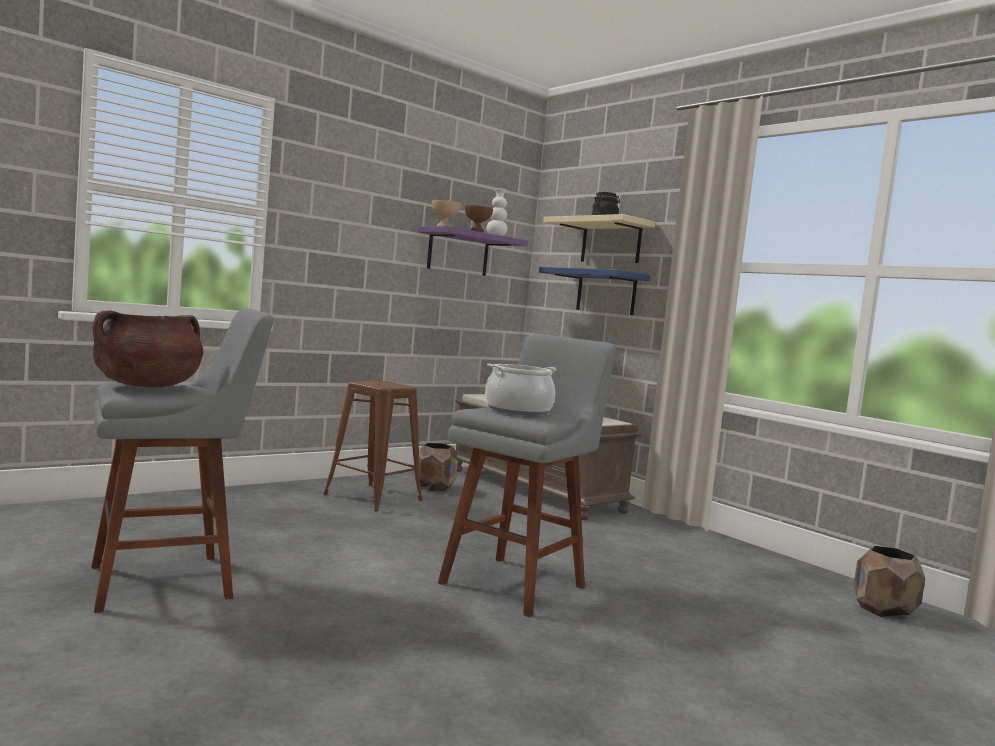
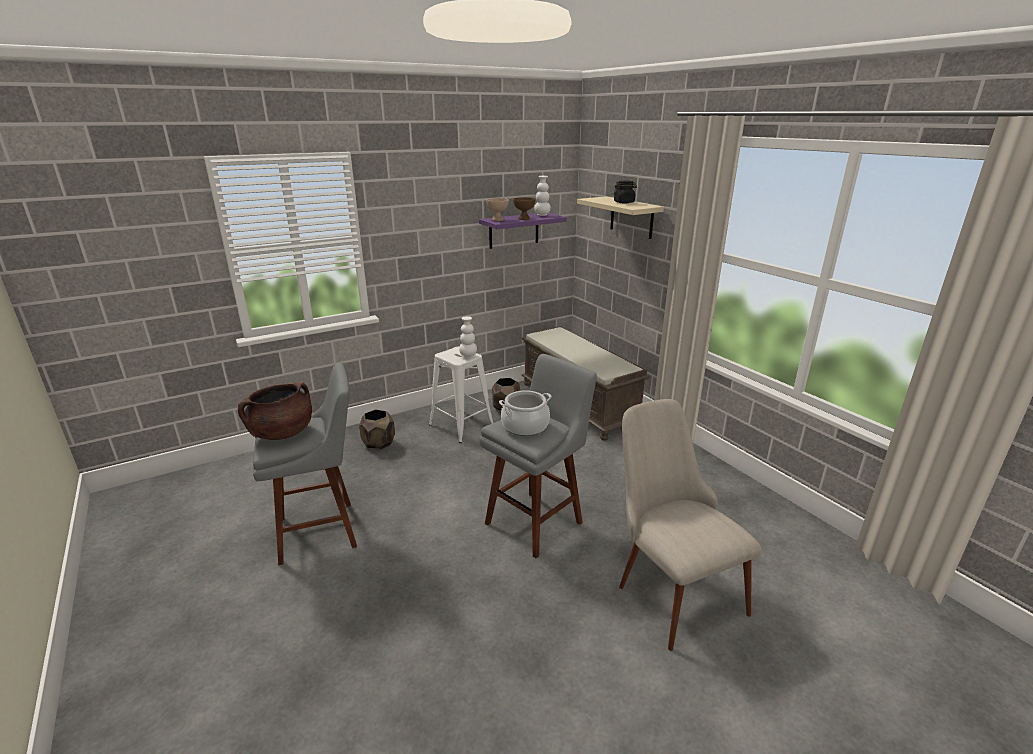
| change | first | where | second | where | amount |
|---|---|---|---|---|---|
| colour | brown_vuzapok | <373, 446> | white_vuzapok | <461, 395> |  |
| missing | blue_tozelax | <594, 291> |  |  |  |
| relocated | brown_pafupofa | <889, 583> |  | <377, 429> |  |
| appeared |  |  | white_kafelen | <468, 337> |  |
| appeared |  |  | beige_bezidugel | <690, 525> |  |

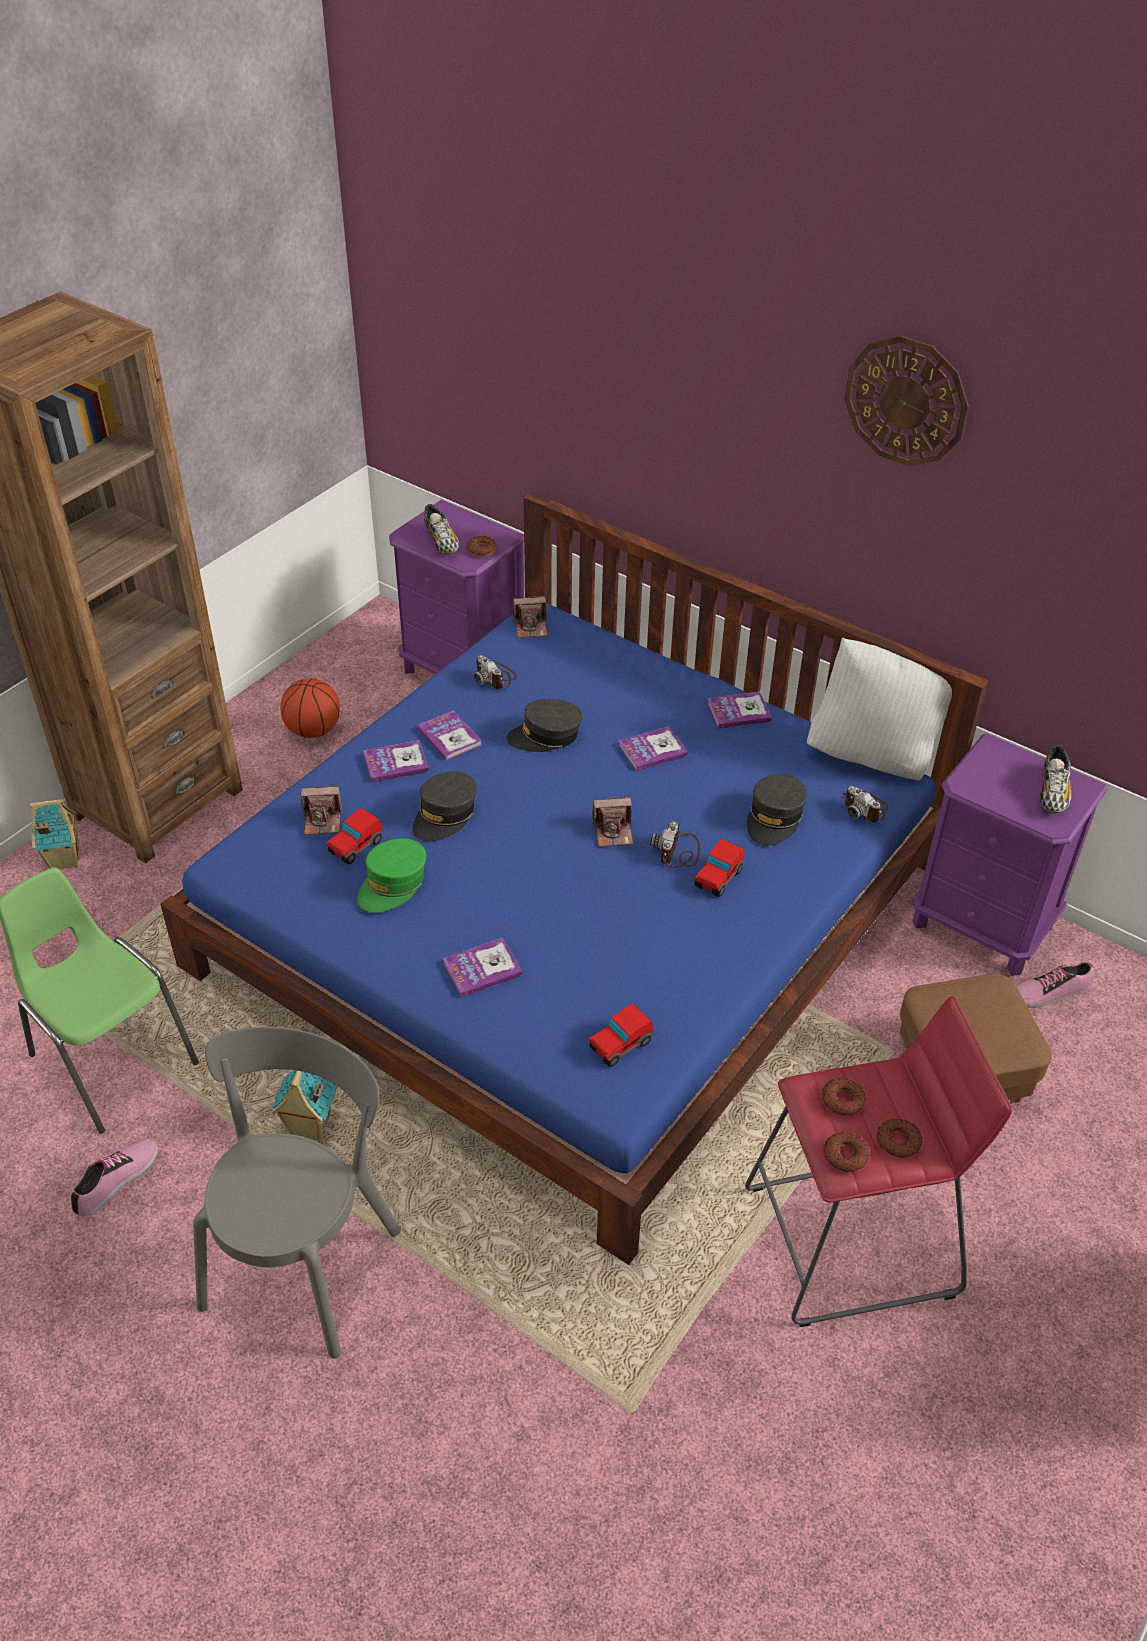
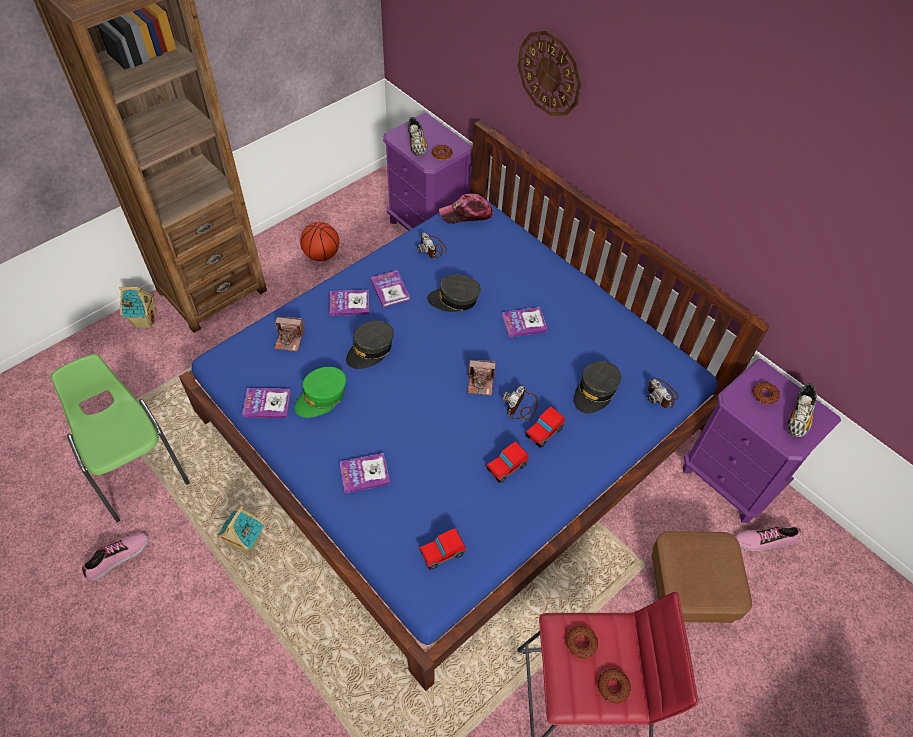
| change | first | where | second | where | amount |
|---|---|---|---|---|---|
| missing | grey_bezidugel | <297, 1193> |  |  |  |
| relocated | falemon | <354, 836> |  | <507, 462> |  |
| exchanged | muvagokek | <530, 616> | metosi | <466, 209> |  |
| relocated | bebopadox | <740, 710> |  | <266, 403> |  |
| missing | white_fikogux | <879, 708> |  |  |  |
| relocated | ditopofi | <846, 1152> |  | <766, 393> |  |
| relocated | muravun | <906, 401> |  | <549, 73> |  |

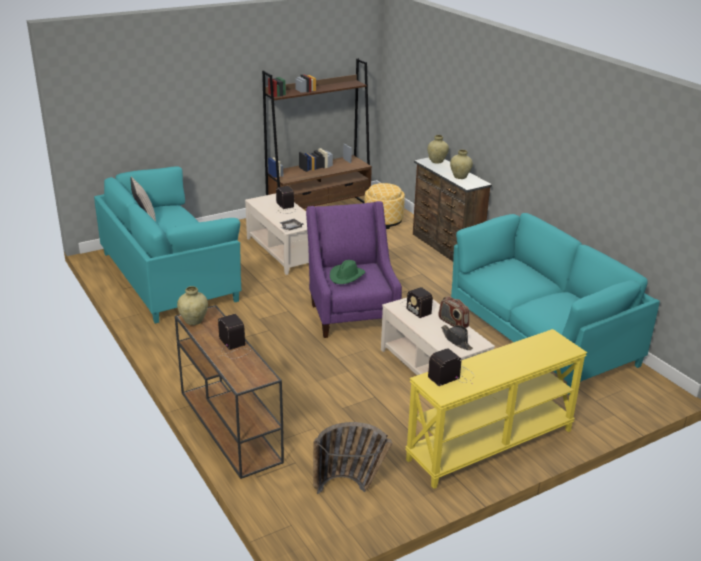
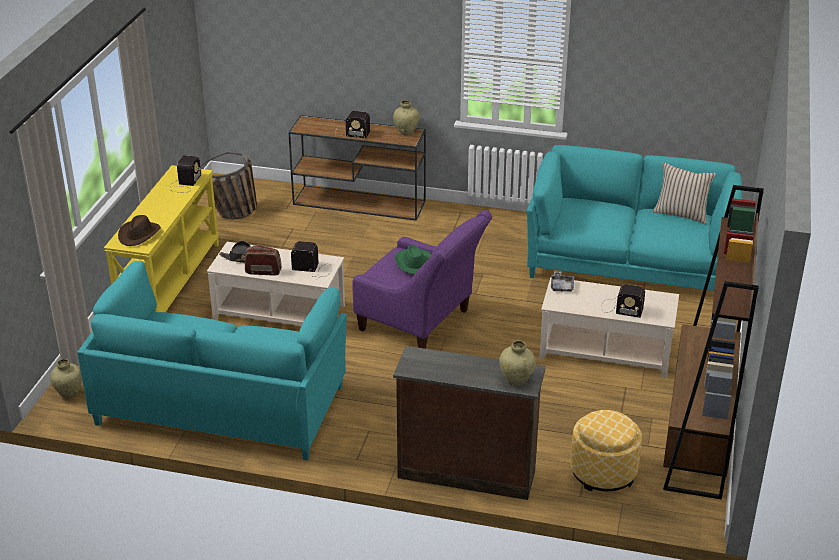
| change | first | where | second | where | amount |
|---|---|---|---|---|---|
| relocated | beige_kafelen | <461, 164> |  | <66, 378> |  |
| appeared |  |  | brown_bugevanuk | <139, 230> |  |

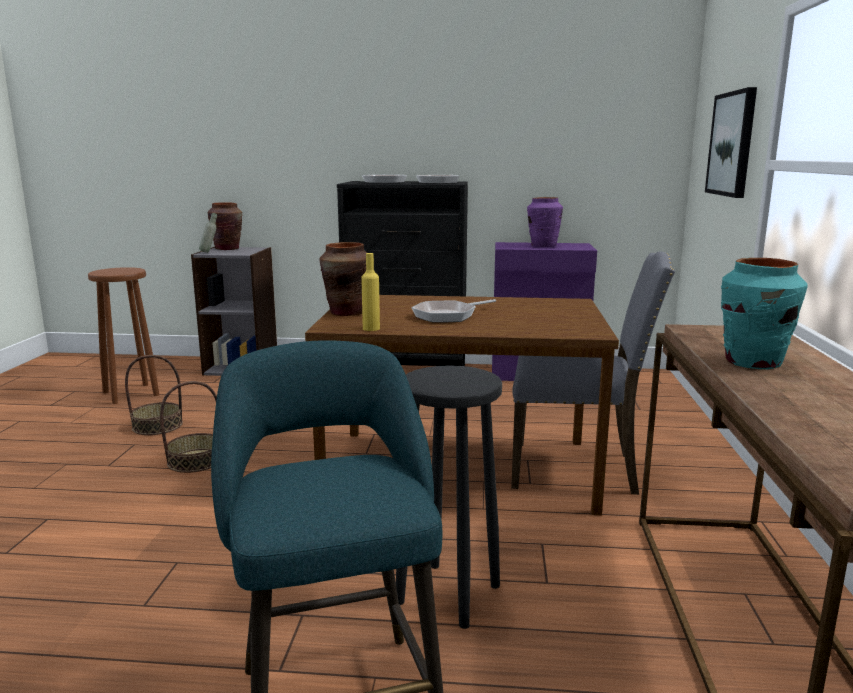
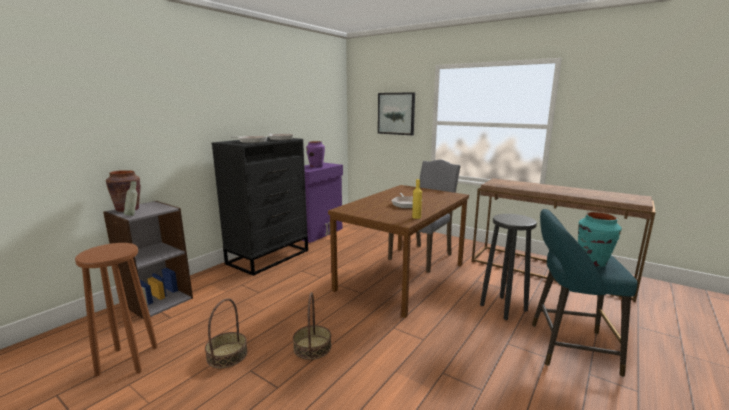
| change | first | where | second | where | amount |
|---|---|---|---|---|---|
| missing | brown_kafelen | <343, 279> |  |  |  |
| relocated | turquoise_kafelen | <764, 313> |  | <600, 239> |  |

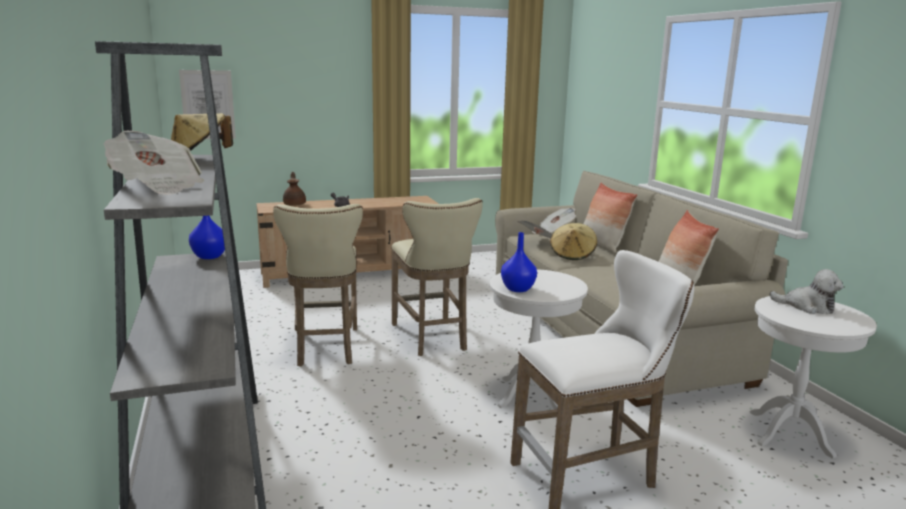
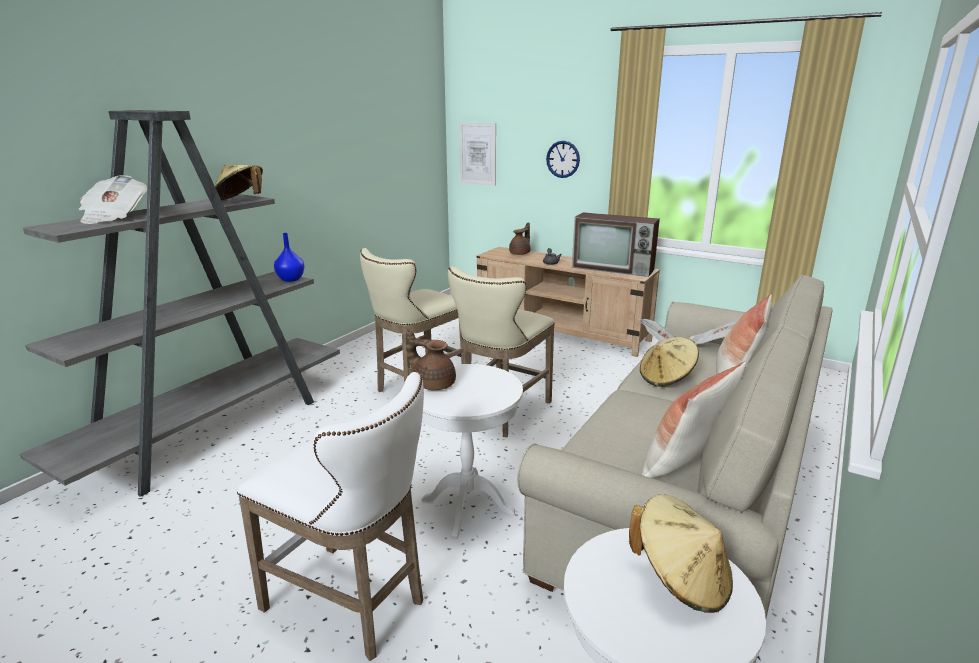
| change | first | where | second | where | amount |
|---|---|---|---|---|---|
| exchanged | blue_kafelen | <519, 262> | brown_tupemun | <431, 359> |  |
| exchanged | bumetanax | <807, 291> | beige_bugevanuk | <681, 553> |  |
| appeared |  |  | muravun | <563, 159> |  |
| appeared |  |  | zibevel | <616, 244> |  |

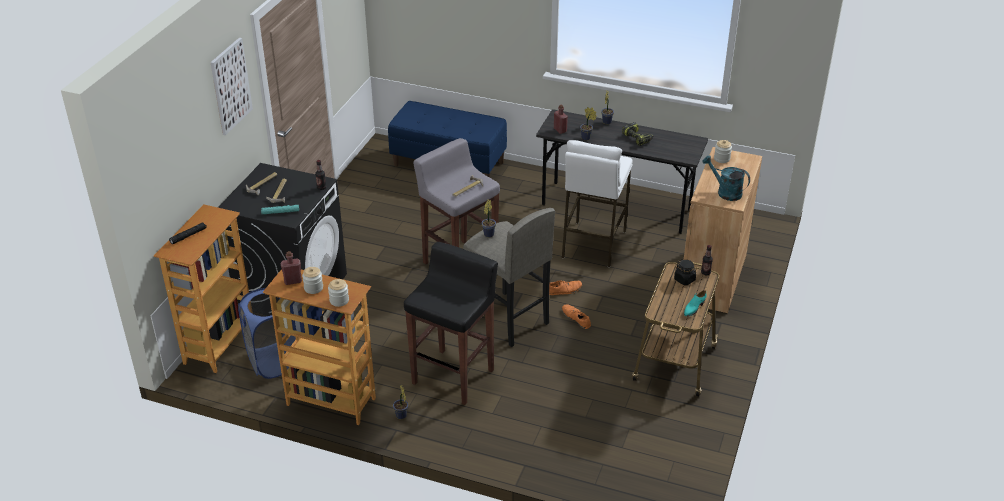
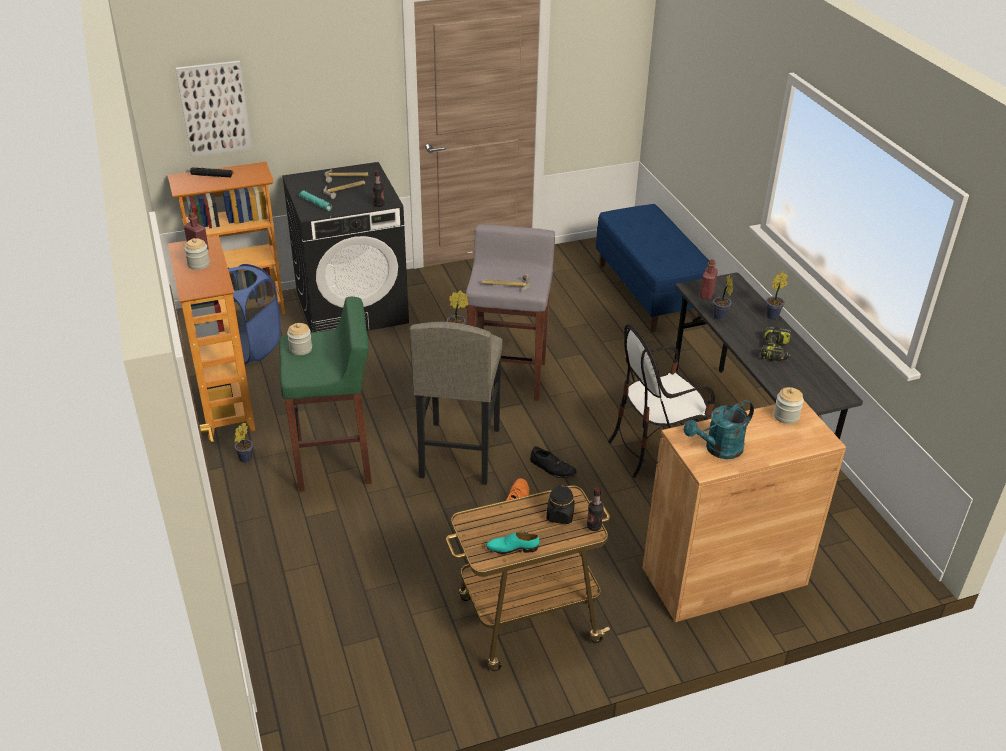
| change | first | where | second | where | amount |
|---|---|---|---|---|---|
| relocated | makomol | <231, 86> |  | <213, 109> |  |
| relocated | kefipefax | <338, 293> |  | <299, 339> |  |
| colour | black_vuzapok | <451, 323> | green_vuzapok | <325, 394> |  |
| colour | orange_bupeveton | <565, 287> | black_bupeveton | <553, 462> |  |
| exchanged | white_vuzapok | <597, 203> | bezidugel | <661, 401> |  |
| spun | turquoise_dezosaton | <726, 178> |  | <719, 429> | 120 degrees counterclockwise |

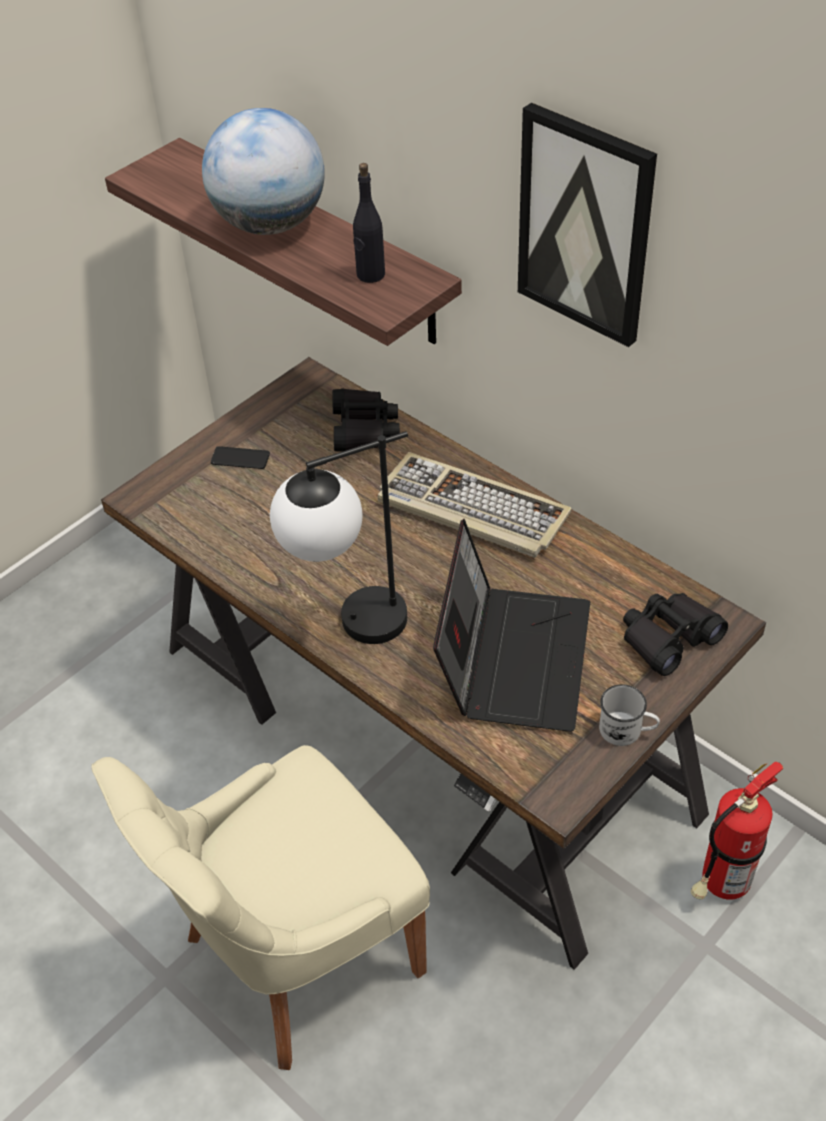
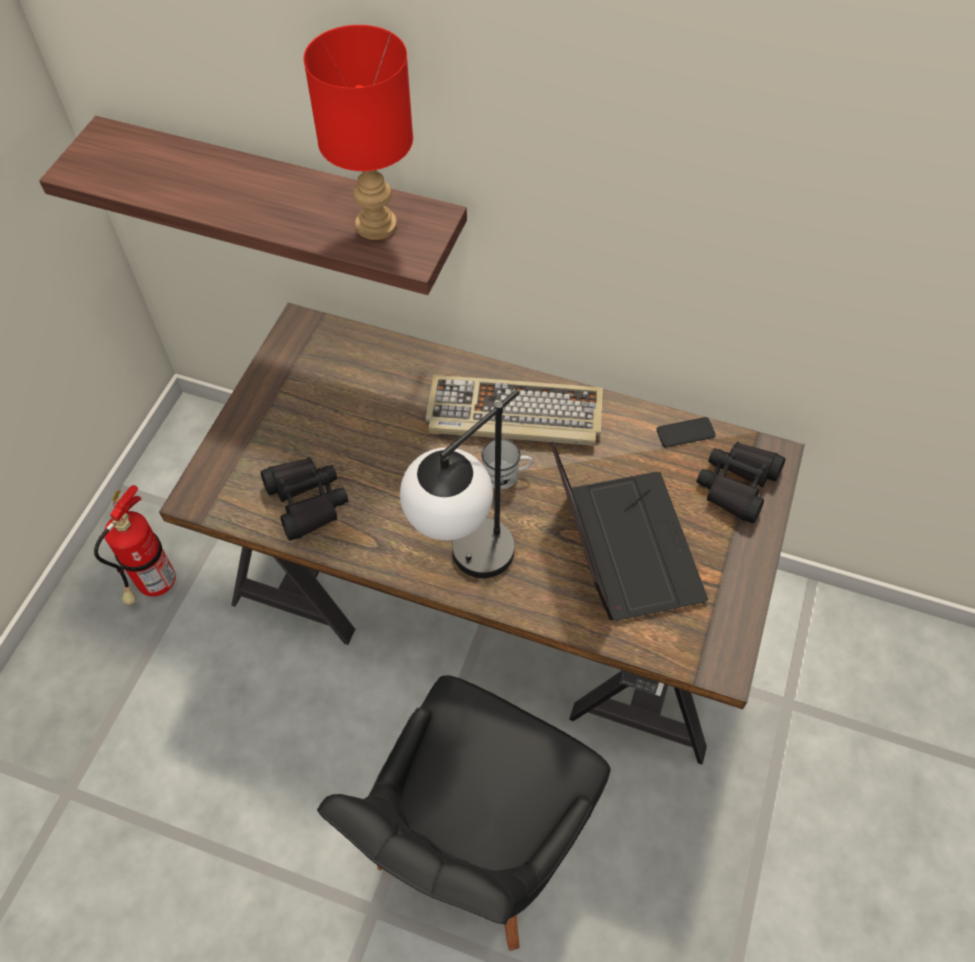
| change | first | where | second | where | amount |
|---|---|---|---|---|---|
| colour | beige_bezidugel | <260, 907> | black_bezidugel | <464, 813> |  |
| missing | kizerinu | <263, 171> |  |  |  |
| relocated | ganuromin | <240, 457> |  | <686, 432> |  |
| relocated | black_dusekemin | <366, 420> |  | <304, 499> |  |
| exchanged | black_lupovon | <369, 223> | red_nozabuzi | <358, 132> |  |
| missing | makomol | <587, 225> |  |  |  |
| relocated | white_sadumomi | <629, 715> |  | <507, 464> |  |
| relocated | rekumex | <737, 831> |  | <135, 545> |  |

